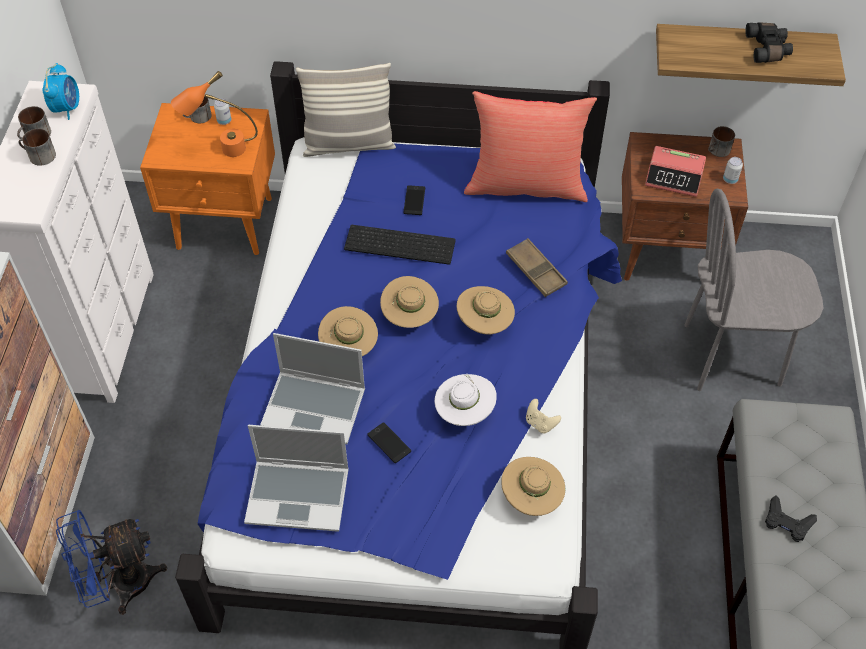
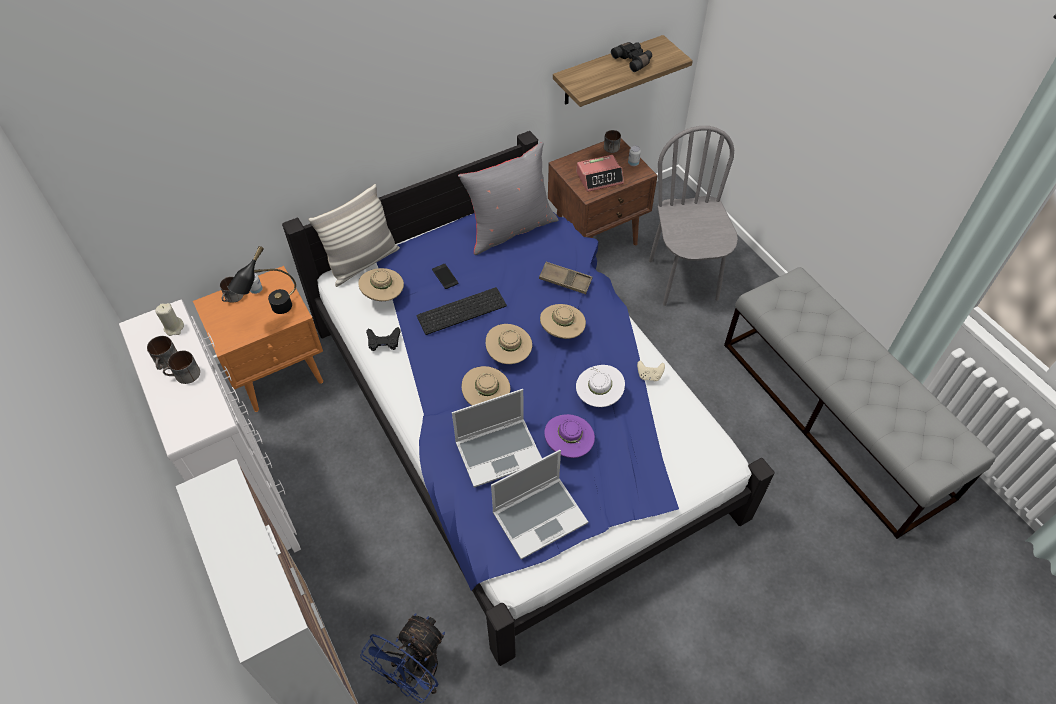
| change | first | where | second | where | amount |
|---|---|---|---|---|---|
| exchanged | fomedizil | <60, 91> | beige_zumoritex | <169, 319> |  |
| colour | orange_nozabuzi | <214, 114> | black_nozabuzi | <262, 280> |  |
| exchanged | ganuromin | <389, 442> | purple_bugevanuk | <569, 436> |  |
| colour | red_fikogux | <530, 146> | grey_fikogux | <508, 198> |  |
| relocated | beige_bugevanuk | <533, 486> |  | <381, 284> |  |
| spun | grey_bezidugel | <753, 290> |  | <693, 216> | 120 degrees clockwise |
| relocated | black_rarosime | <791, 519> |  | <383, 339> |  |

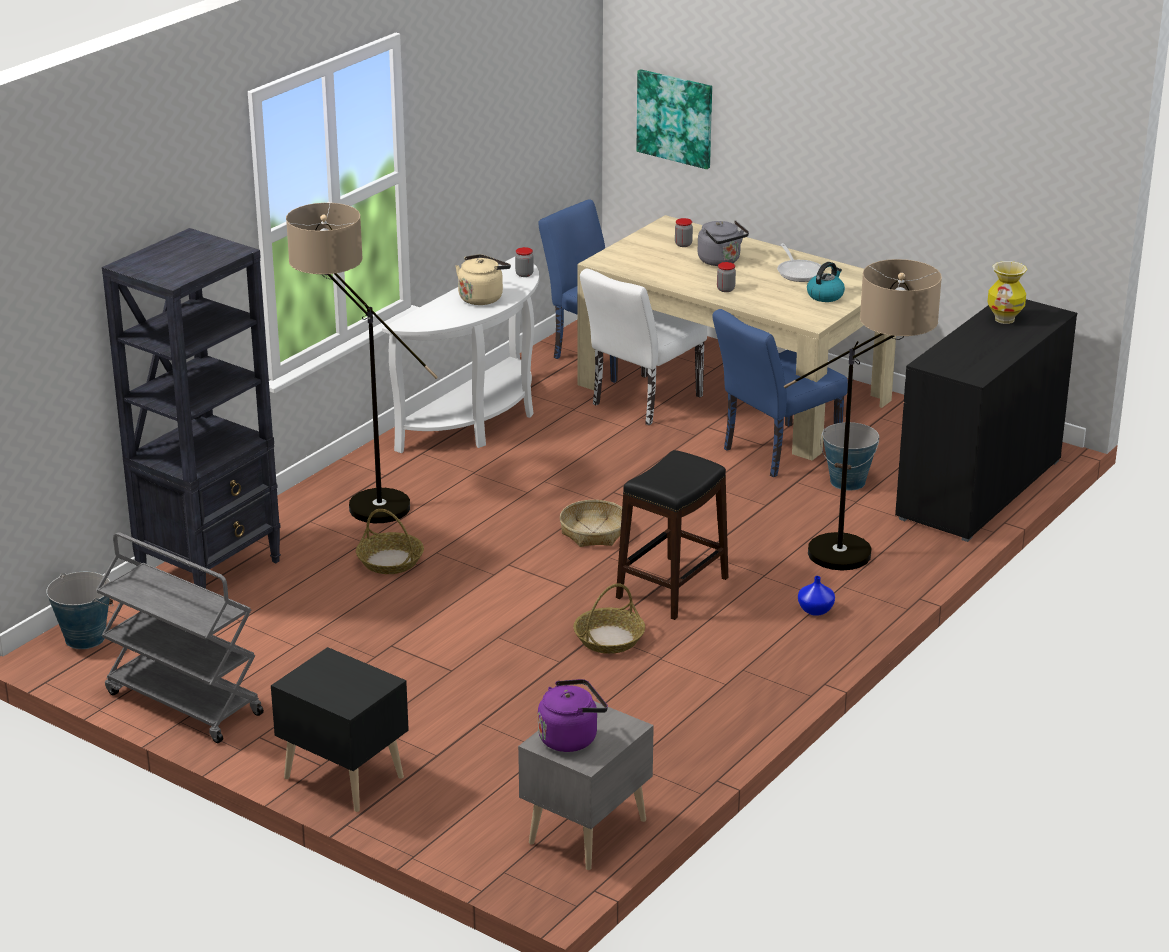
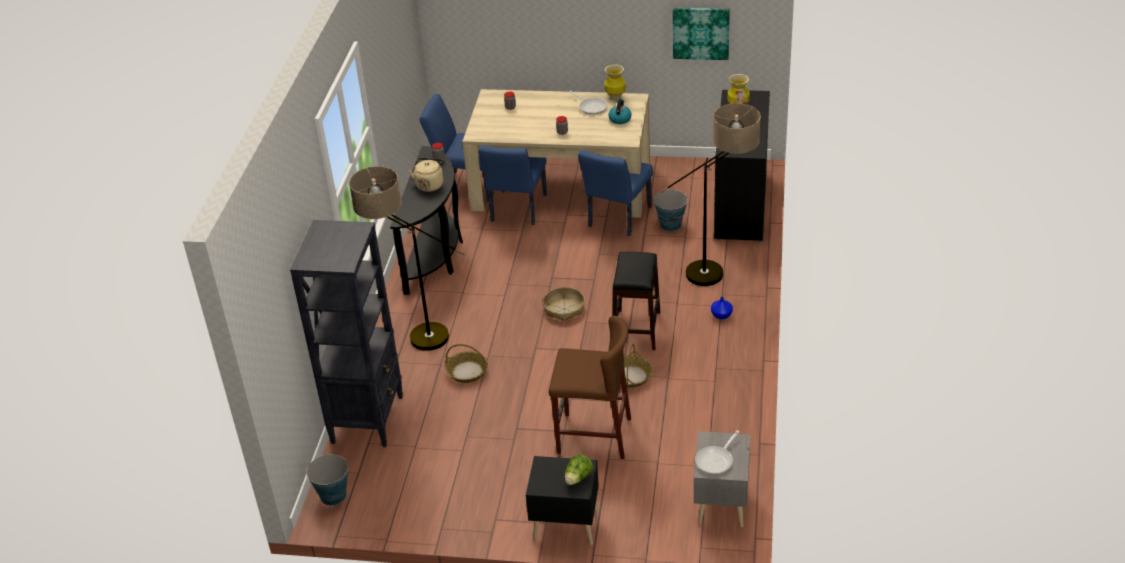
| change | first | where | second | where | amount |
|---|---|---|---|---|---|
| missing | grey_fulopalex | <180, 637> |  |  |  |
| colour | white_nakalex | <460, 355> | black_nakalex | <426, 220> |  |
| exchanged | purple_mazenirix | <573, 715> | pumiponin | <717, 452> |  |
| colour | white_bezidugel | <643, 347> | blue_bezidugel | <512, 185> |  |
| relocated | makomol | <674, 119> |  | <701, 34> |  |
| missing | grey_mazenirix | <723, 243> |  |  |  |
| appeared |  |  | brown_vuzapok | <590, 387> |  |
| appeared |  |  | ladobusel | <579, 469> |  |
| appeared |  |  | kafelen | <615, 82> |  |

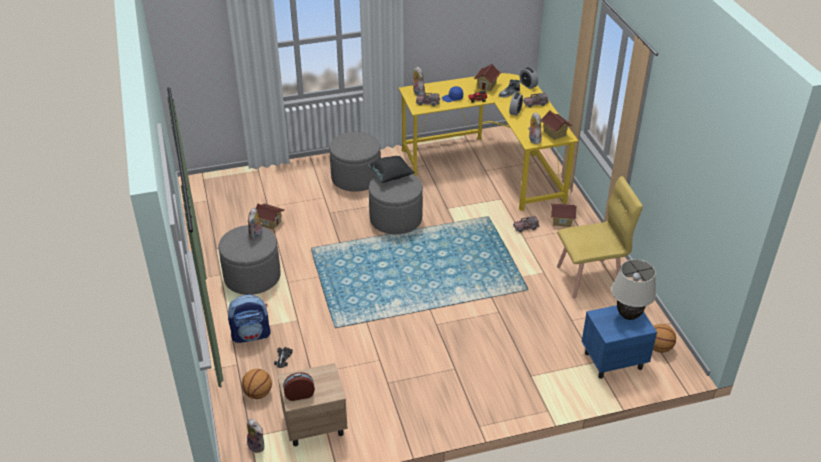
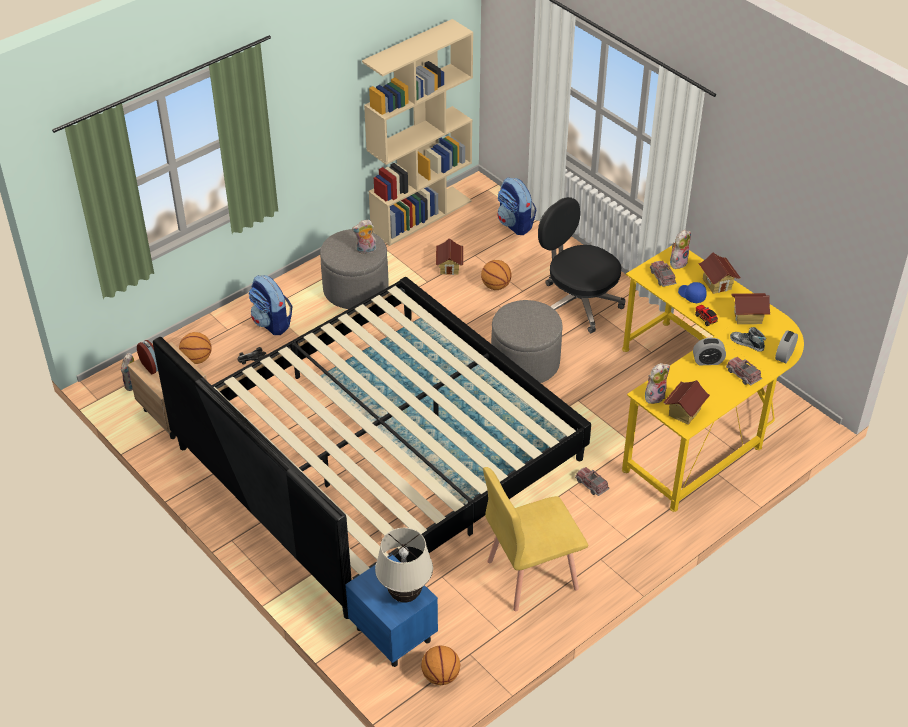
| change | first | where | second | where | amount |
|---|---|---|---|---|---|
| exchanged | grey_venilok | <355, 162> | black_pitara | <582, 265> |  |
| missing | black_fikogux | <391, 169> |  |  |  |
| relocated | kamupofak | <564, 215> |  | <719, 273> |  |
| spun | yellow_bezidugel | <600, 237> |  | <535, 539> | 105 degrees clockwise |
| appeared |  |  | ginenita | <372, 448> |  |
| appeared |  |  | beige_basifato | <417, 132> |  |
| appeared |  |  | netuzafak | <496, 275> |  |
| appeared |  |  | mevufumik | <516, 206> |  |

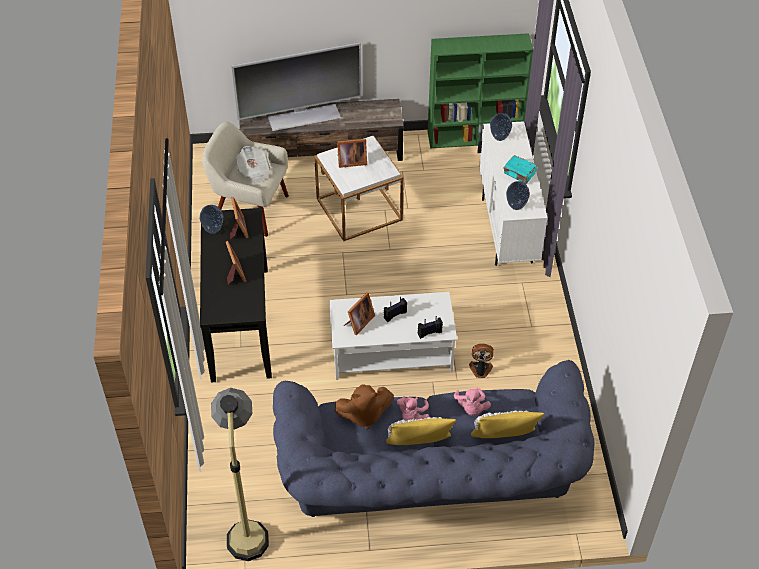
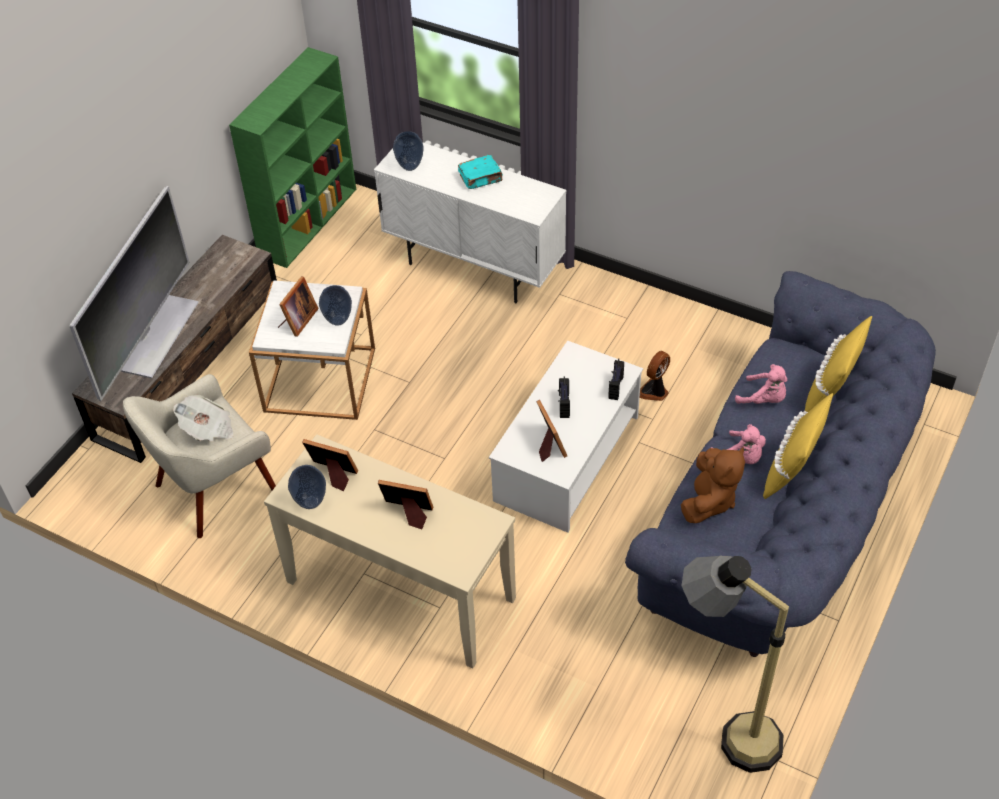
| change | first | where | second | where | amount |
|---|---|---|---|---|---|
| colour | black_nakalex | <236, 295> | beige_nakalex | <390, 551> |  |
| relocated | kafelen | <518, 195> |  | <335, 305> |  |

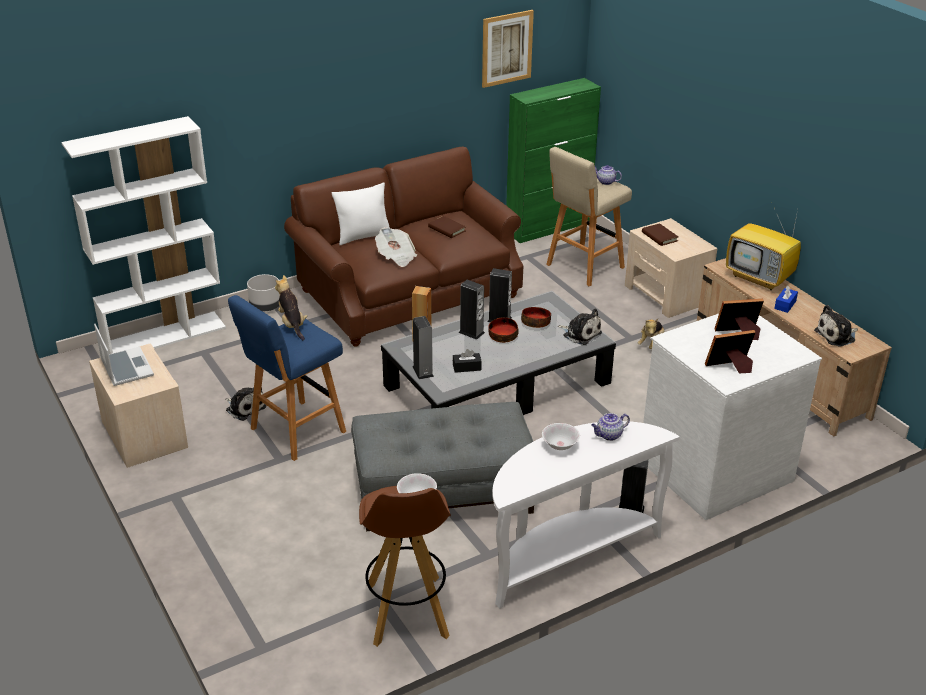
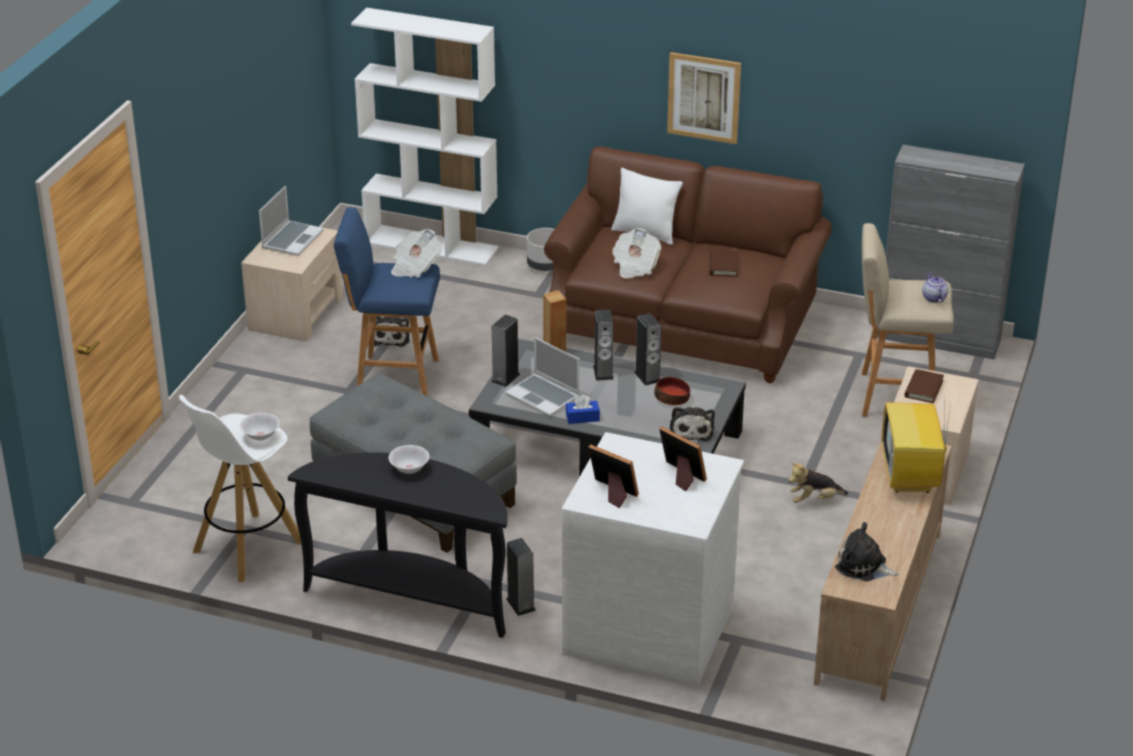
| change | first | where | second | where | amount |
|---|---|---|---|---|---|
| exchanged | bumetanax | <291, 308> | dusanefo | <416, 253> |  |
| colour | brown_vuzapok | <405, 566> | white_vuzapok | <240, 488> |  |
| exchanged | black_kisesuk | <467, 361> | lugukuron | <542, 377> |  |
| relocated | makomol | <508, 49> |  | <704, 98> |  |
| missing | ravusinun | <503, 330> |  |  |  |
| colour | white_nakalex | <585, 515> | black_nakalex | <398, 545> |  |
| colour | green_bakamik | <553, 160> | grey_bakamik | <951, 252> |  |
| missing | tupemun | <610, 427> |  |  |  |
| relocated | blue_kisesuk | <786, 299> |  | <583, 409> |  |

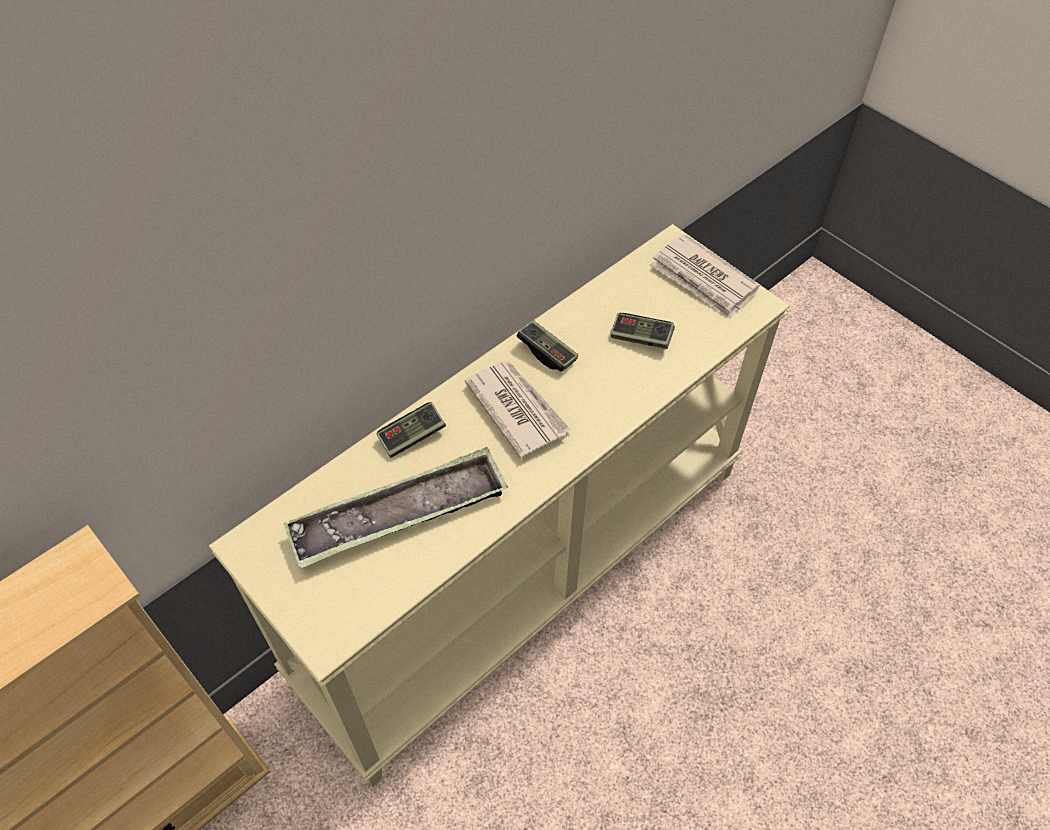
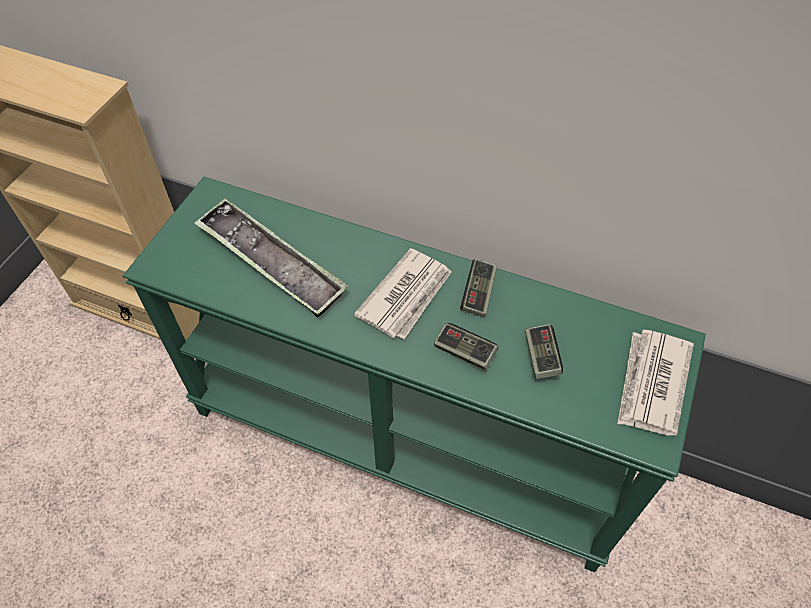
| change | first | where | second | where | amount |
|---|---|---|---|---|---|
| colour | beige_nakalex | <499, 505> | green_nakalex | <414, 374> |  |
| relocated | rarosime | <411, 430> |  | <466, 346> |  |

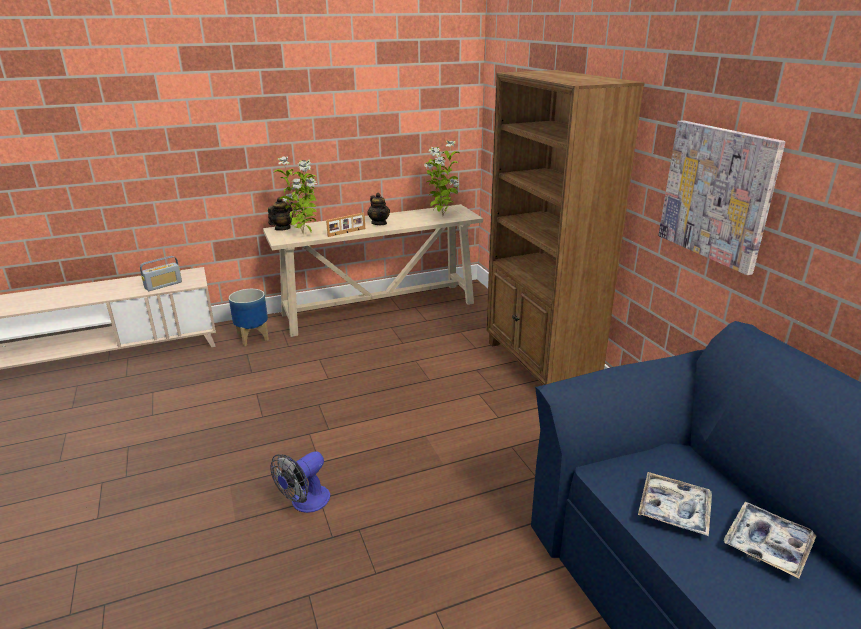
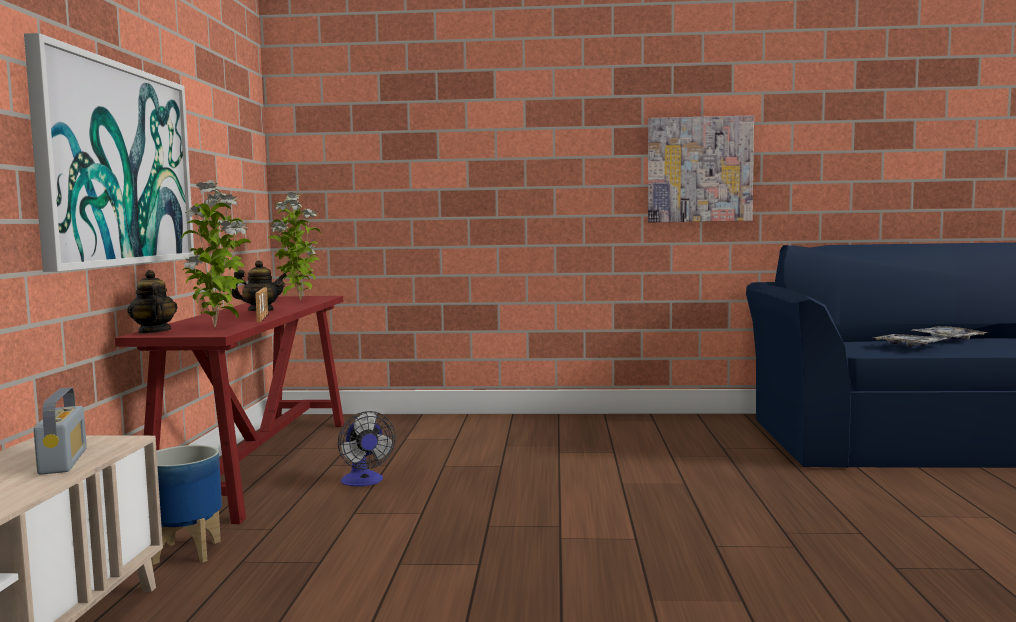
| change | first | where | second | where | amount |
|---|---|---|---|---|---|
| colour | beige_nakalex | <373, 270> | red_nakalex | <229, 410> |  |
| relocated | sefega | <300, 482> |  | <367, 449> |  |
| missing | brown_basifato | <565, 227> |  |  |  |
| appeared |  |  | makomol | <109, 152> |  |

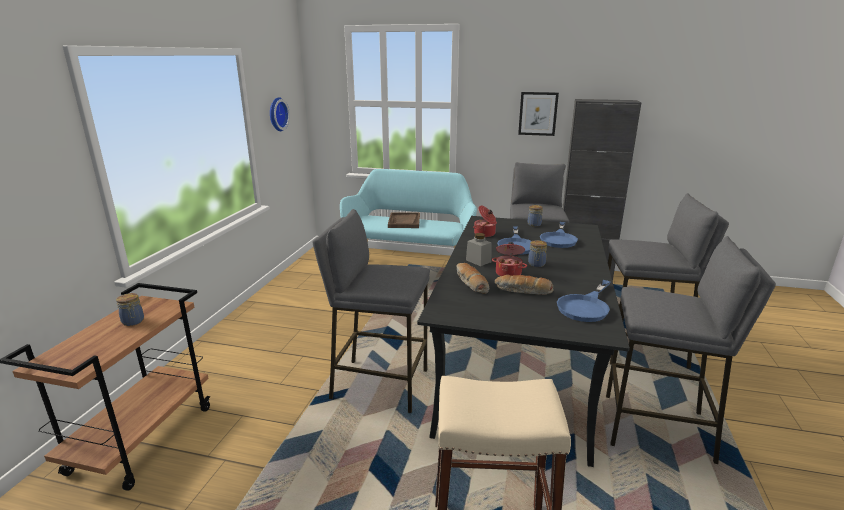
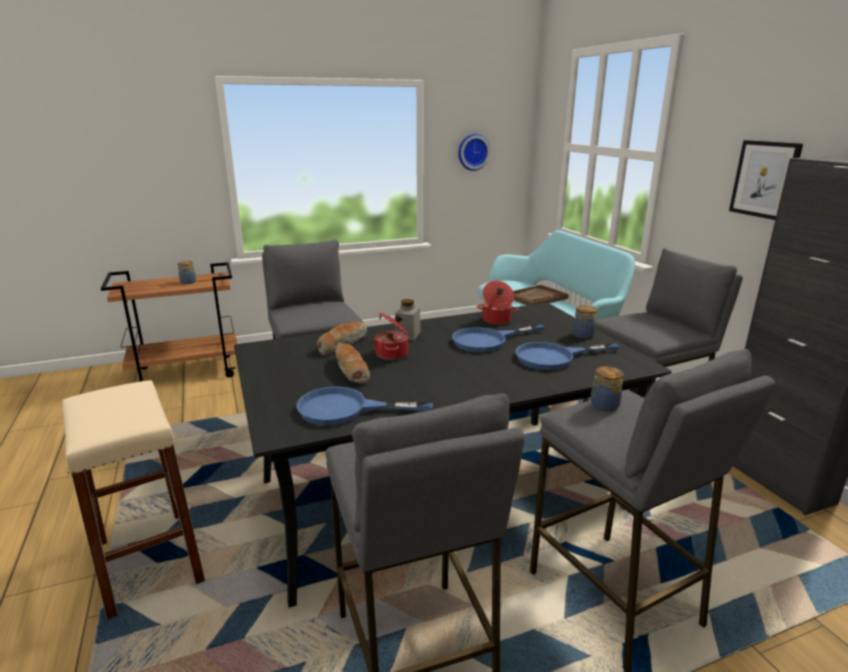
| change | first | where | second | where | amount |
|---|---|---|---|---|---|
| relocated | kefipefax | <537, 253> |  | <607, 389> |  |

